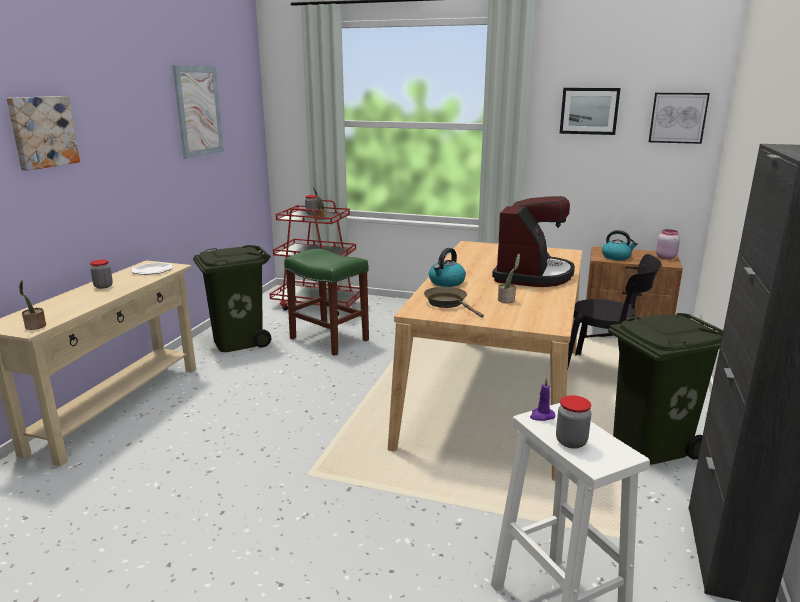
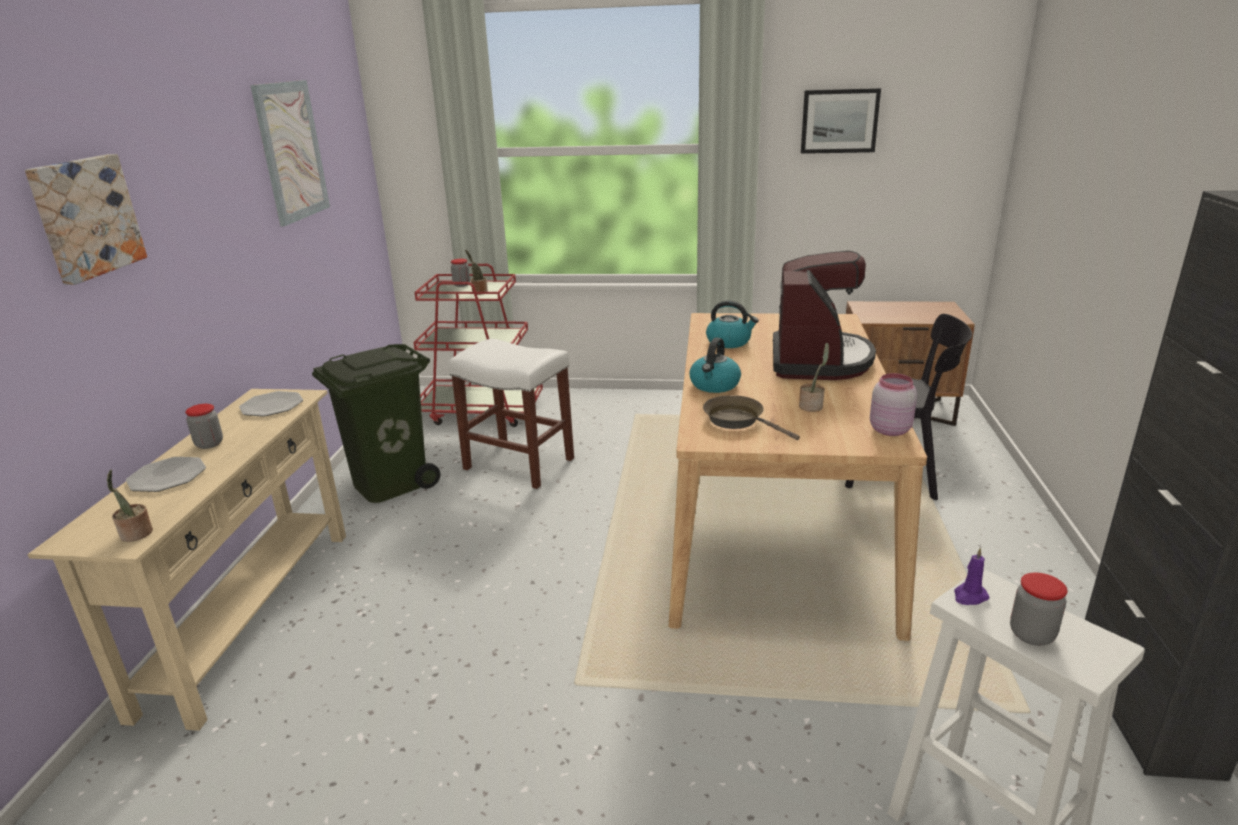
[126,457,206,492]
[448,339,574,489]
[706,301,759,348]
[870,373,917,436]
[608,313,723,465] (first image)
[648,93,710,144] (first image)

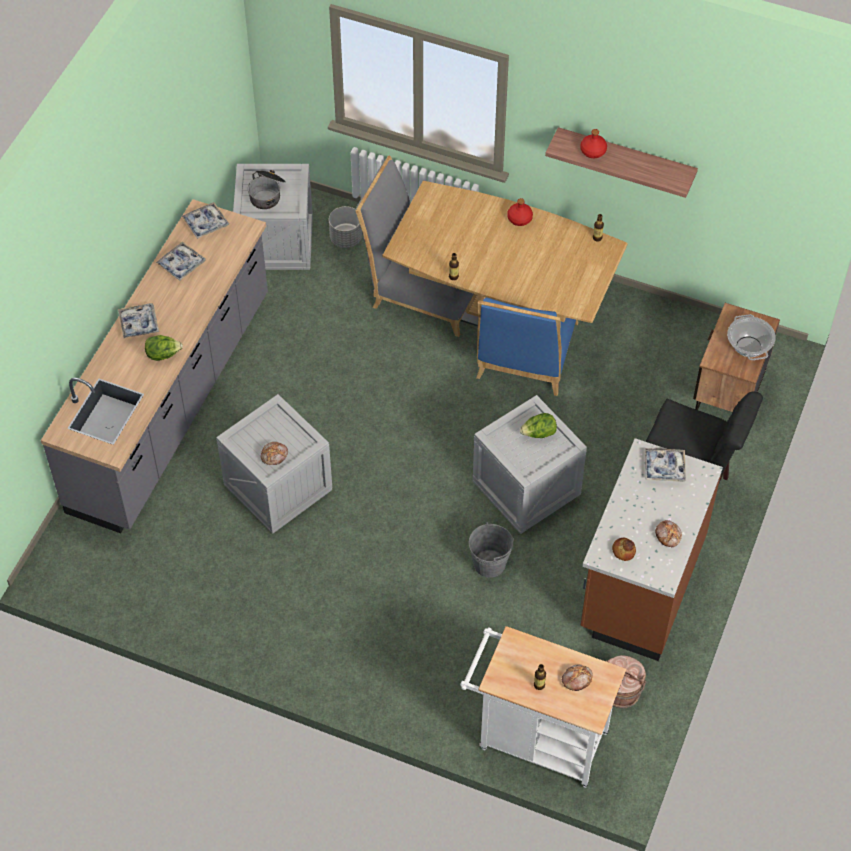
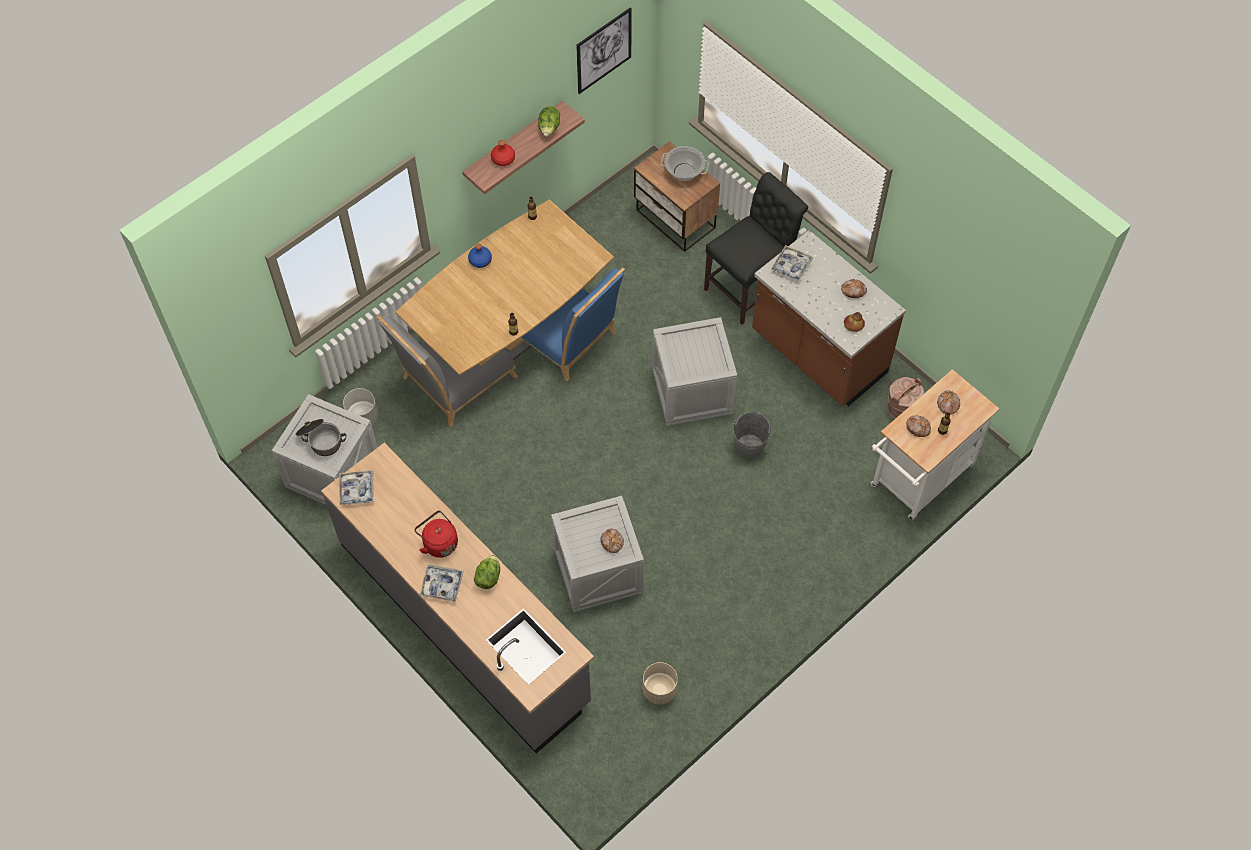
[414,511,458,558]
[468,243,492,268]
[538,106,560,137]
[576,7,632,94]
[643,662,678,705]
[906,415,931,437]
[156,241,206,281] (first image)

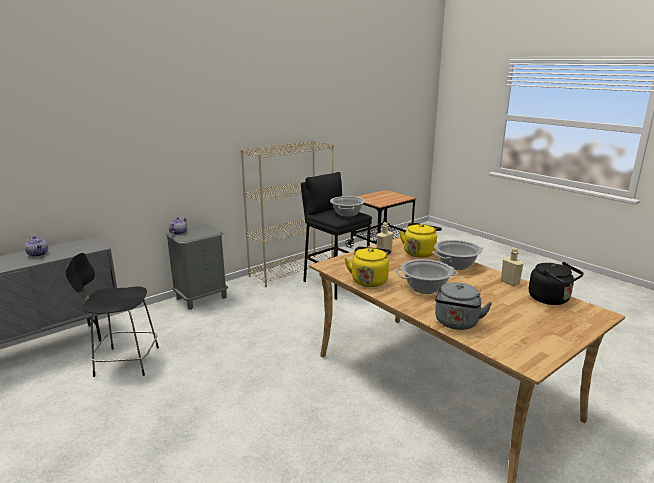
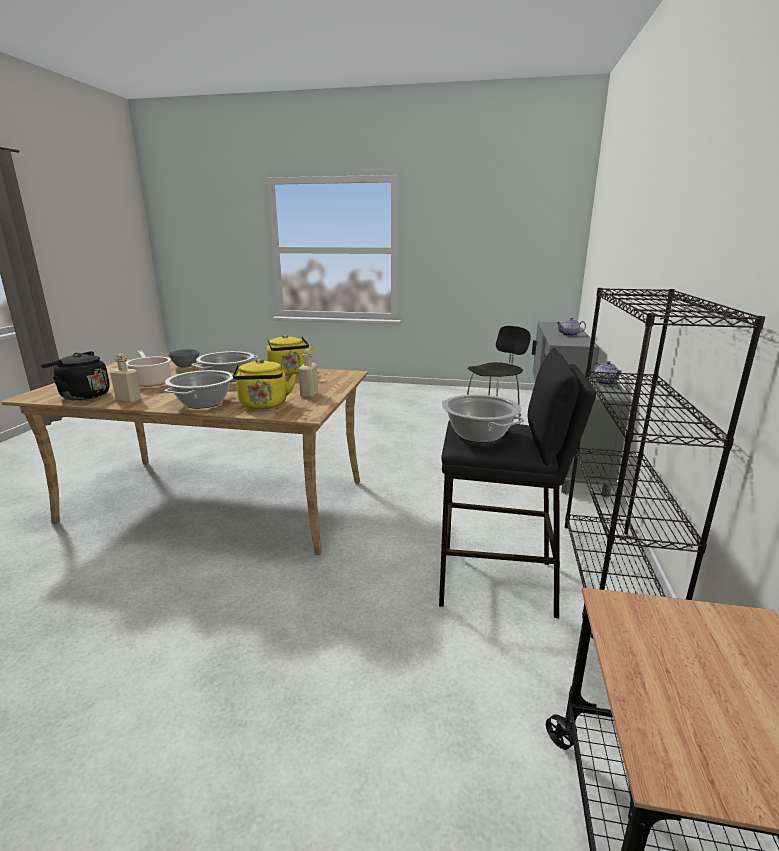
[126,351,172,387]
[168,349,200,368]
[565,288,765,639]

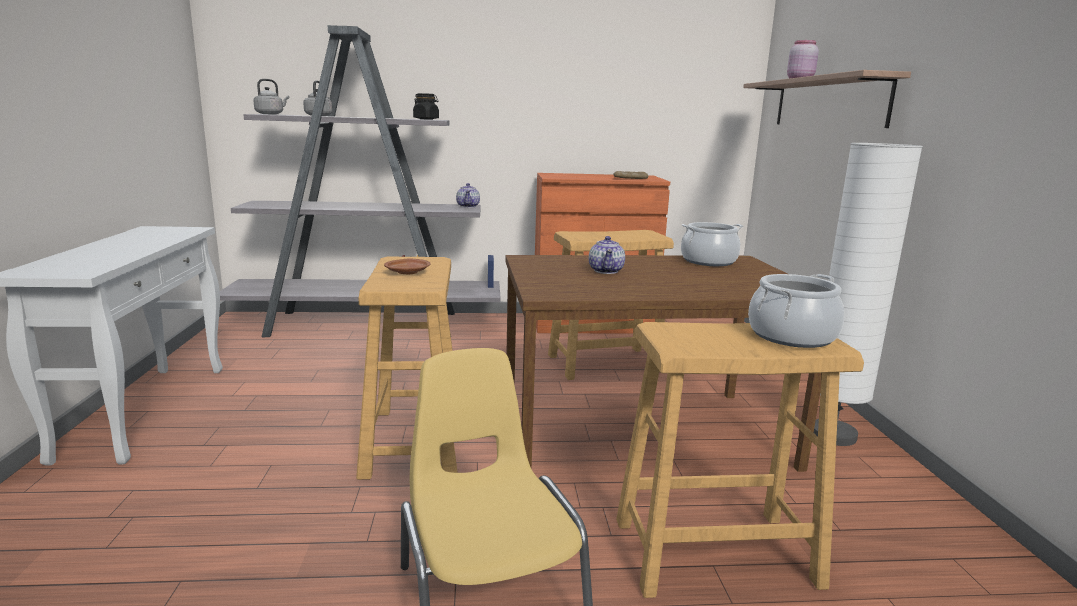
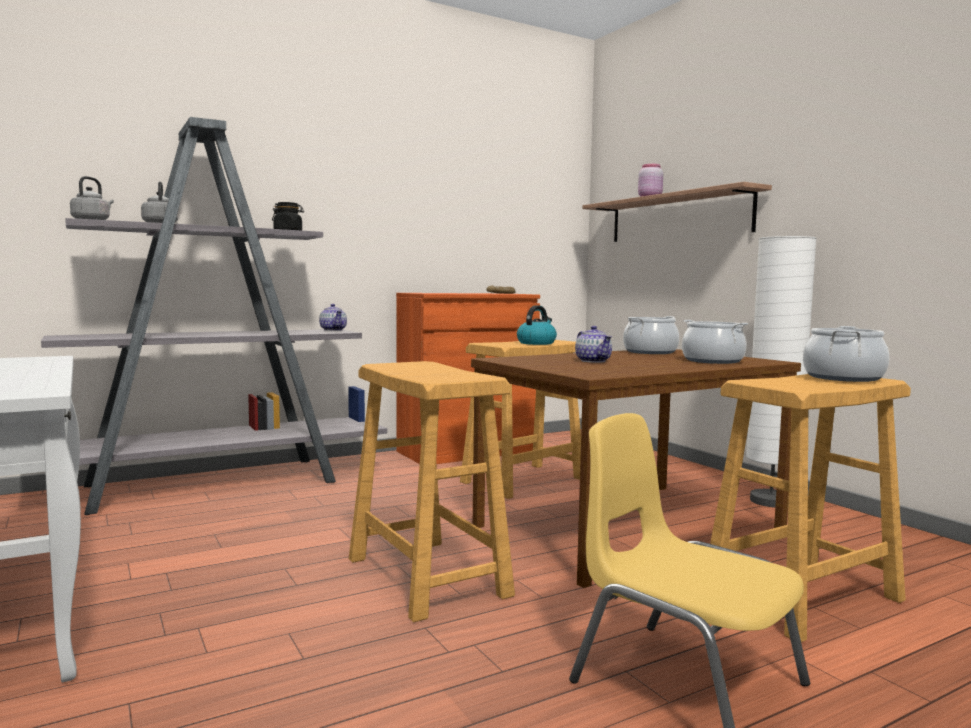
[517,305,557,345]
[682,320,748,364]
[384,258,431,274] (first image)

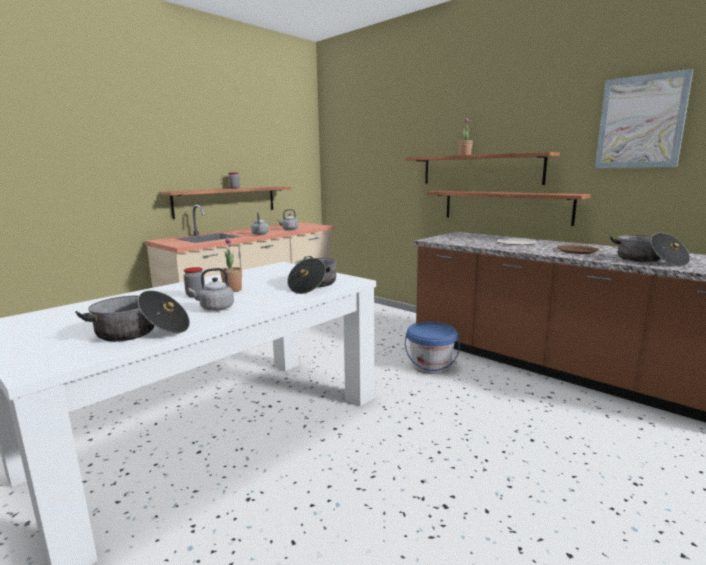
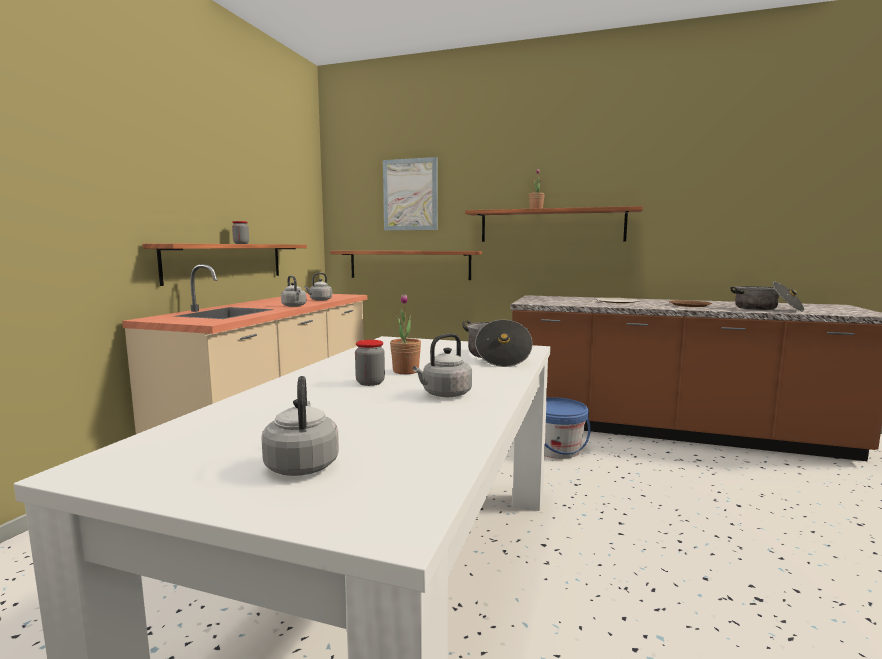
[261,376,339,476]
[330,251,482,280]
[383,157,438,231]
[75,290,190,342] (first image)

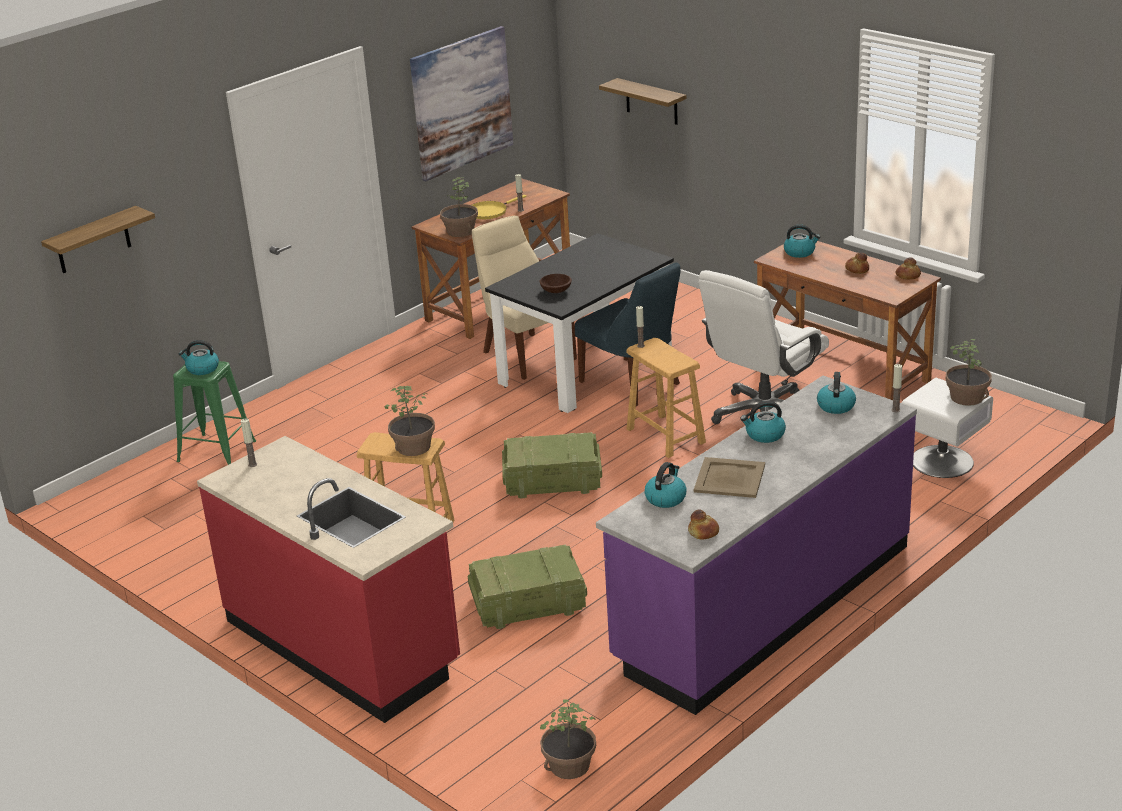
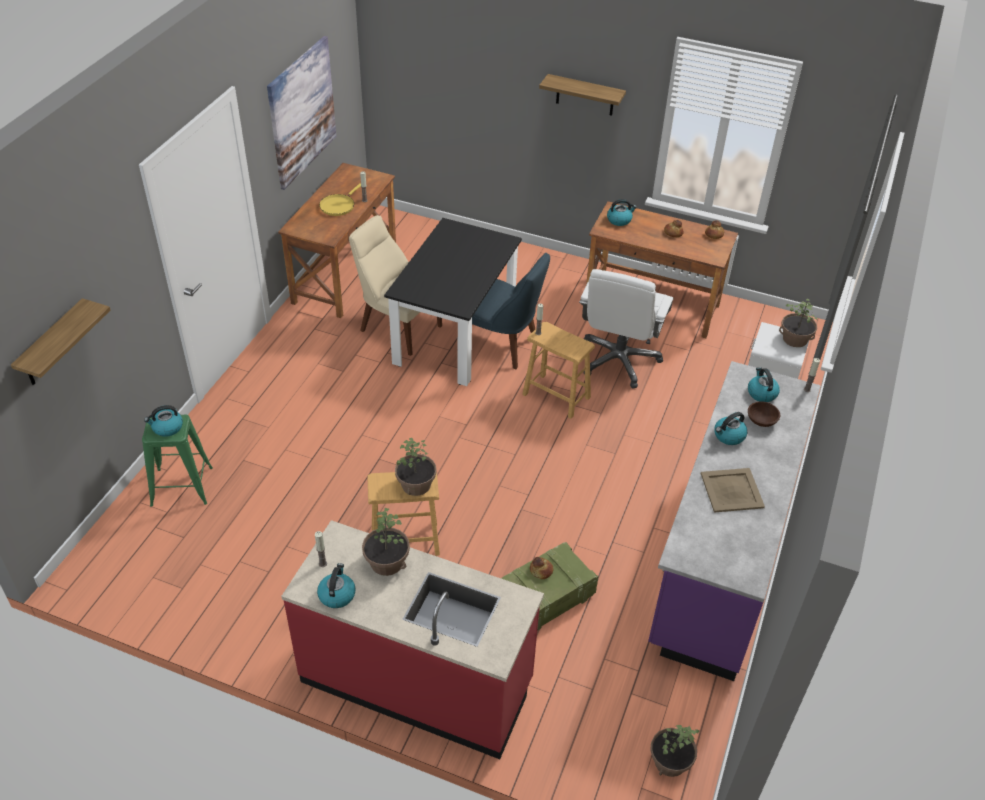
[317,563,356,608]
[362,508,410,576]
[530,557,554,579]
[539,74,626,116]
[748,401,780,427]
[502,432,602,499] (first image)

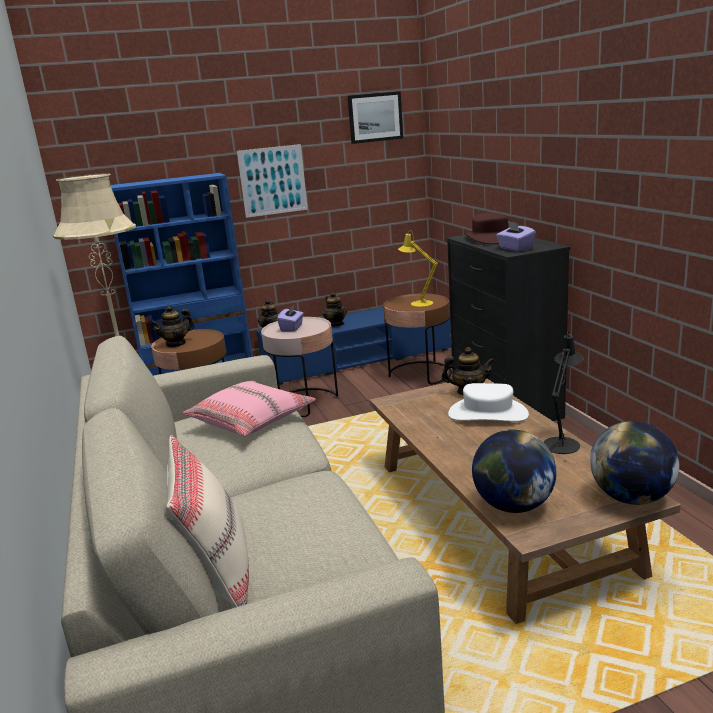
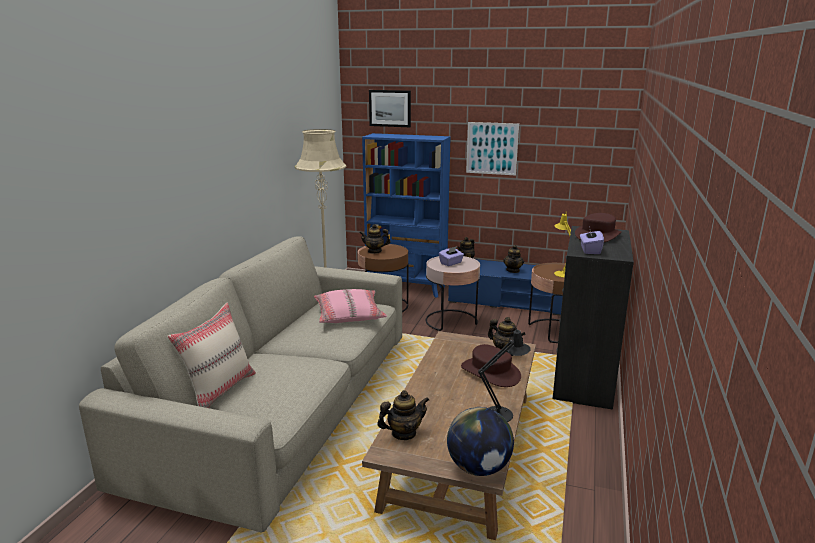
[369,90,411,127]
[377,390,429,440]
[461,344,521,387]

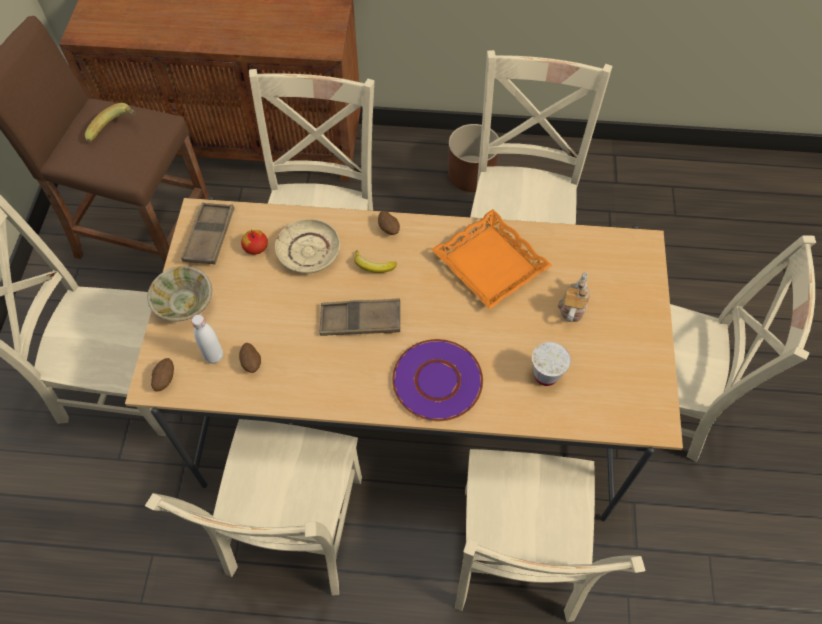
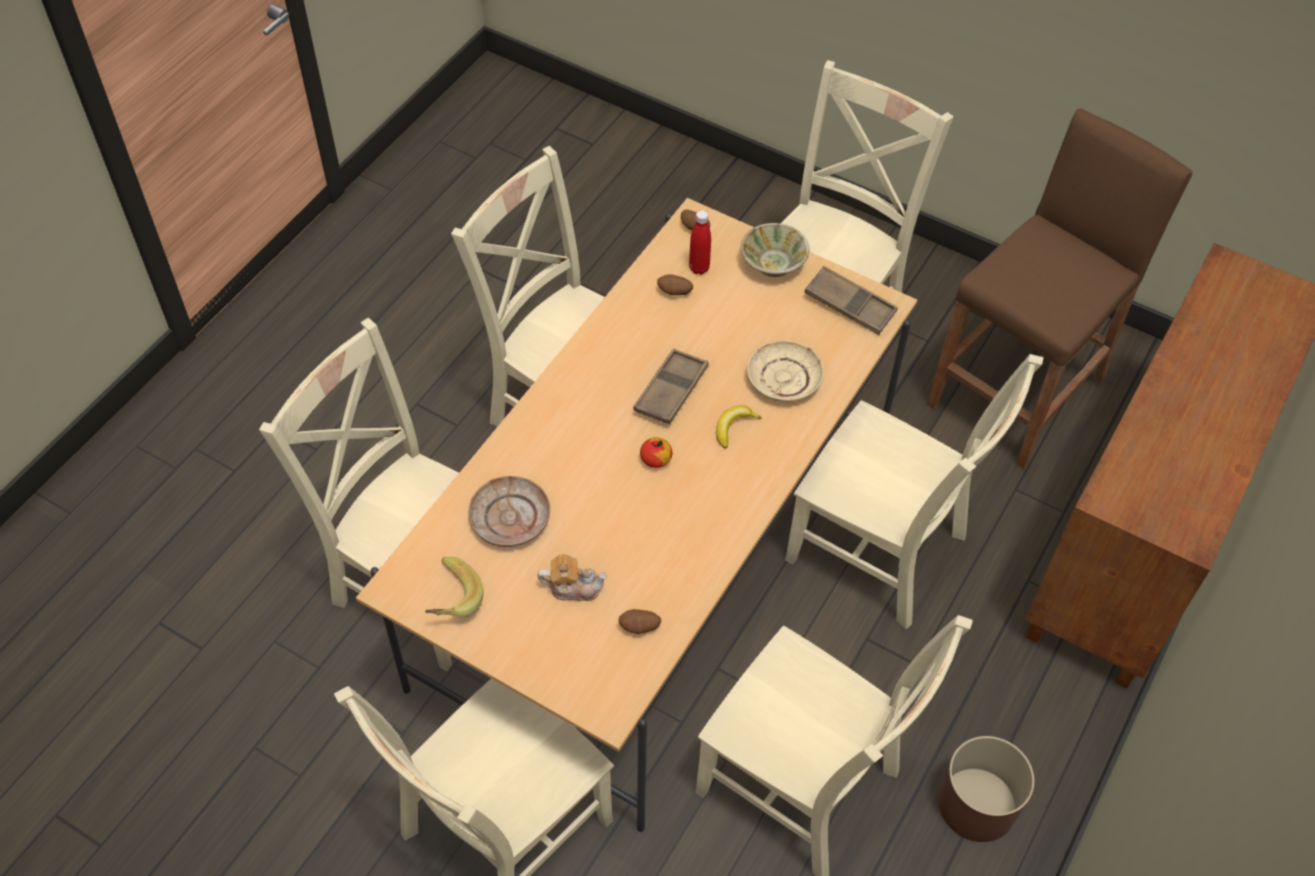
[426,557,483,617]
[468,476,550,547]
[537,553,608,601]
[619,609,661,634]
[640,437,672,468]
[689,210,711,275]
[392,339,483,421] (first image)
[431,209,552,310] (first image)

